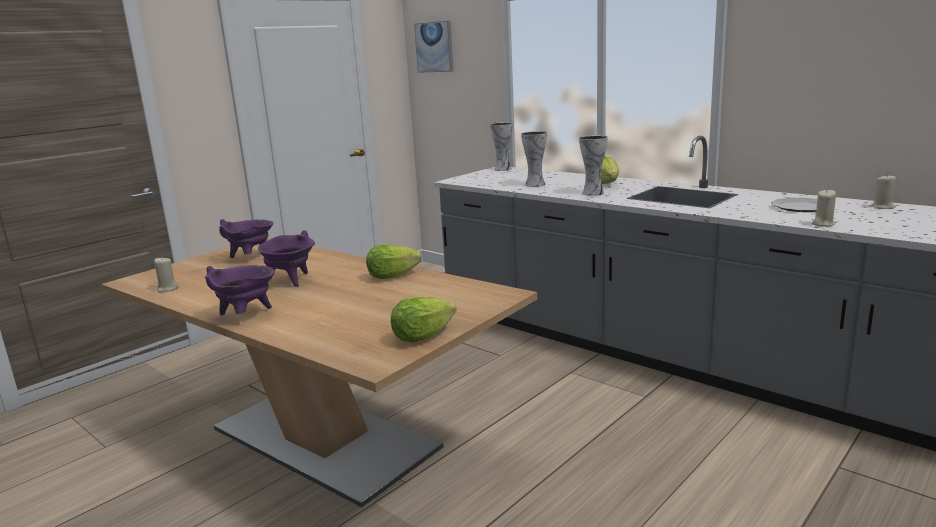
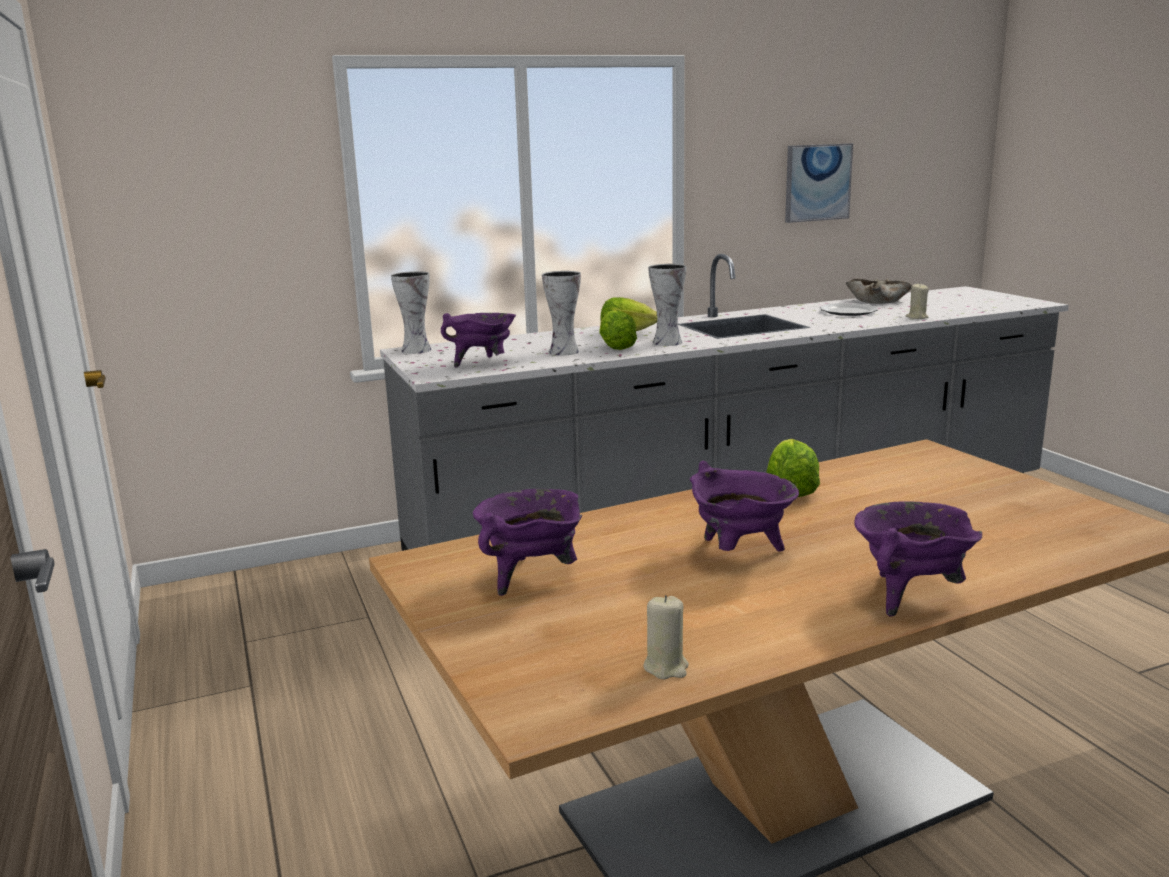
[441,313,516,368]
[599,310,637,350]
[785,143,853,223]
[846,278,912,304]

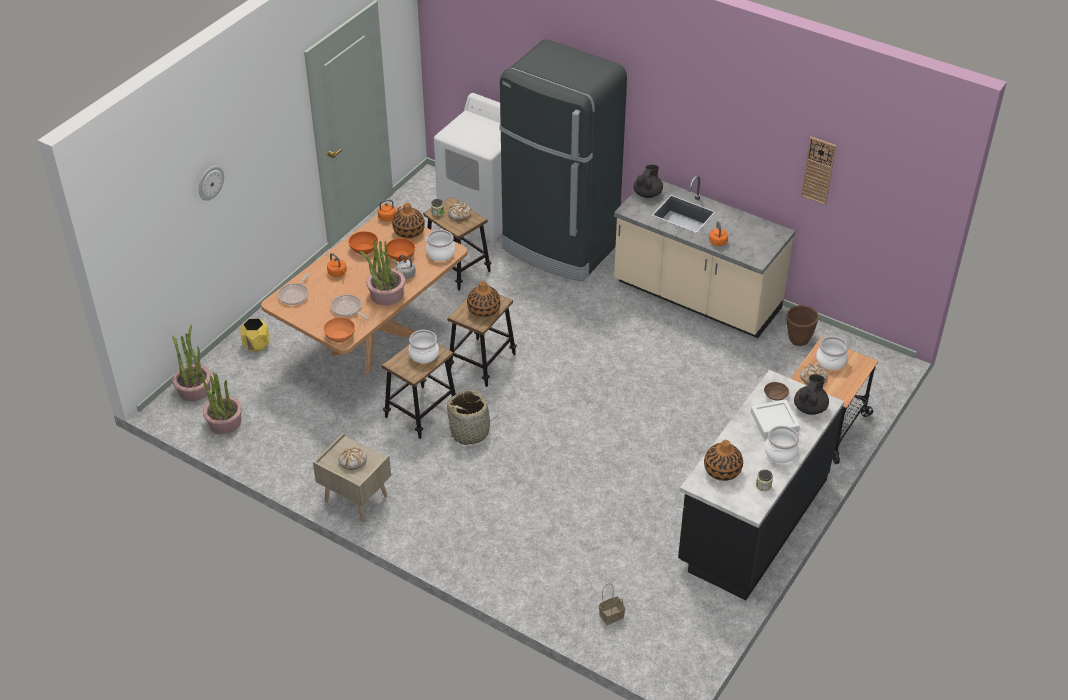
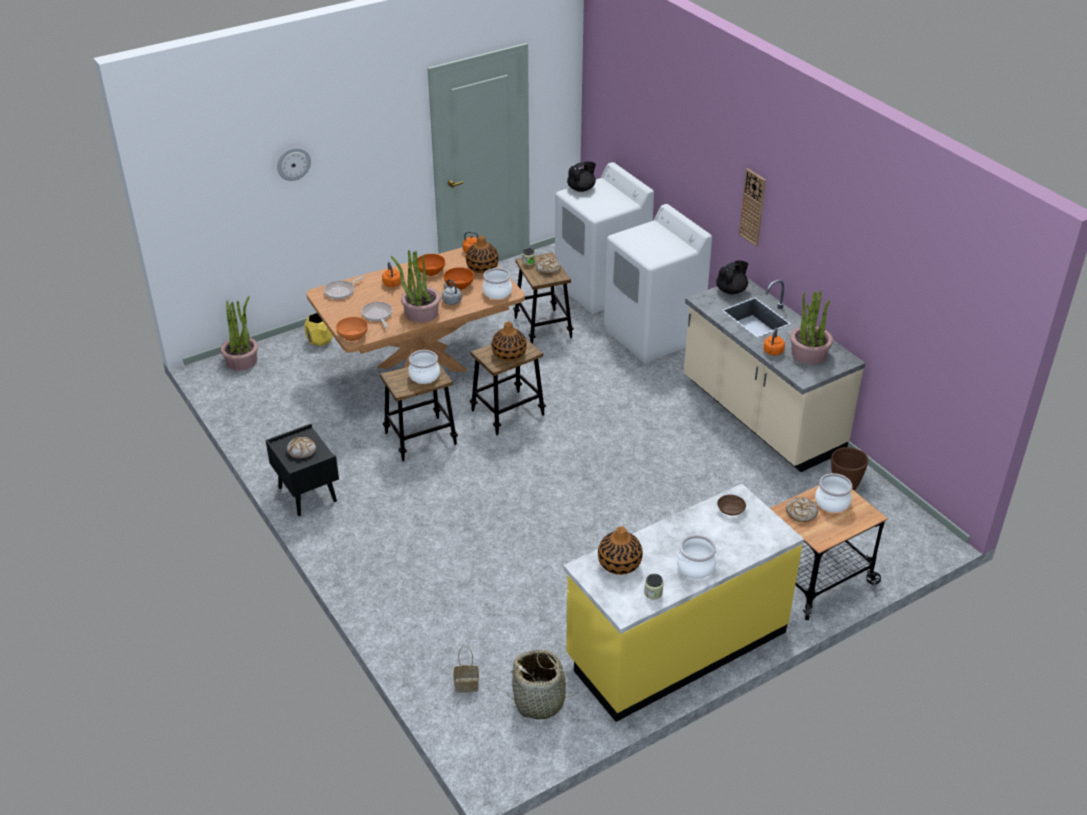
[265,424,339,516]
[507,650,578,719]
[563,484,804,722]
[567,161,596,192]
[604,204,712,363]
[739,168,766,247]
[790,290,833,364]
[751,400,800,438] (first image)

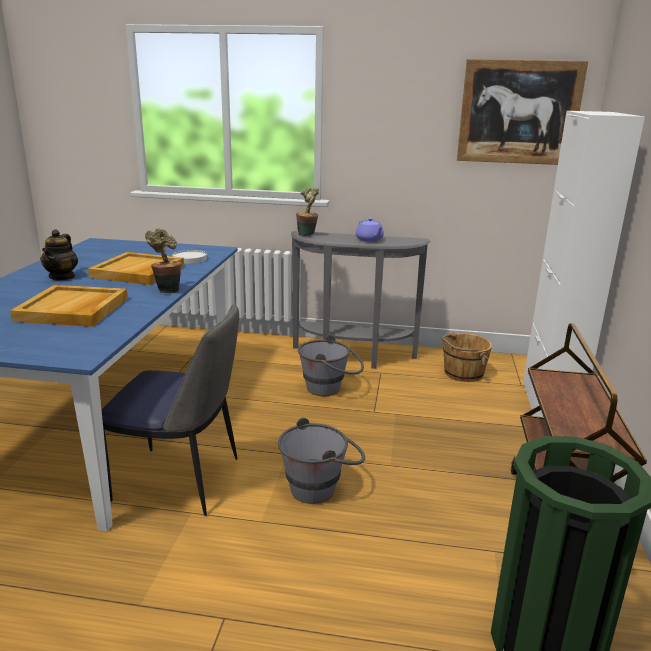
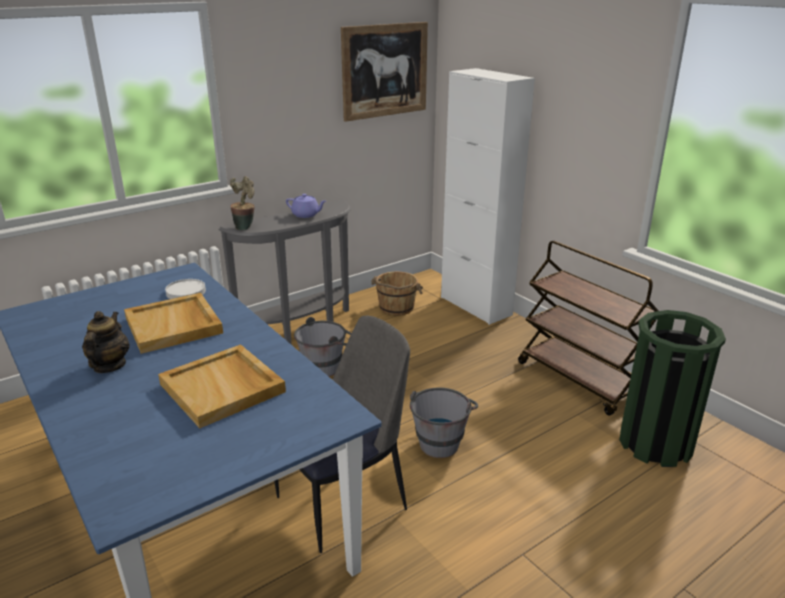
[82,311,130,373]
[145,228,181,294] (first image)

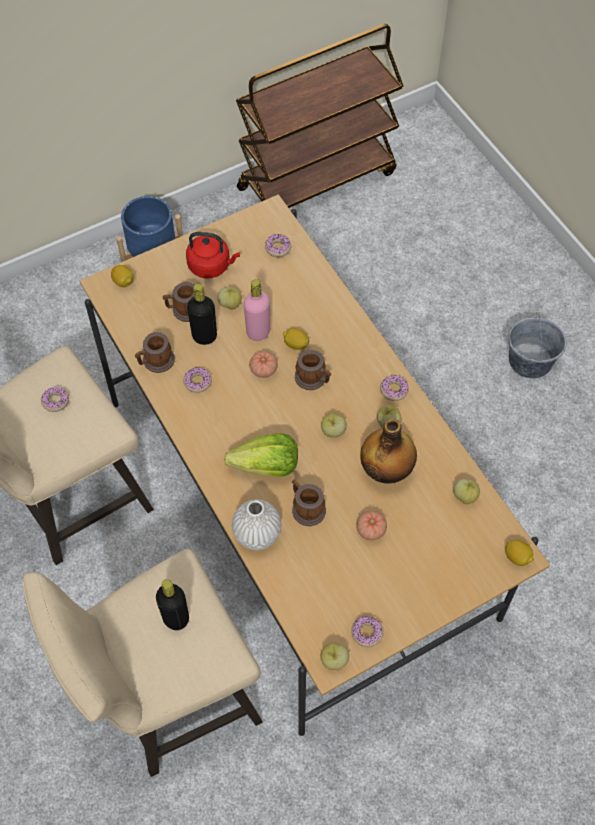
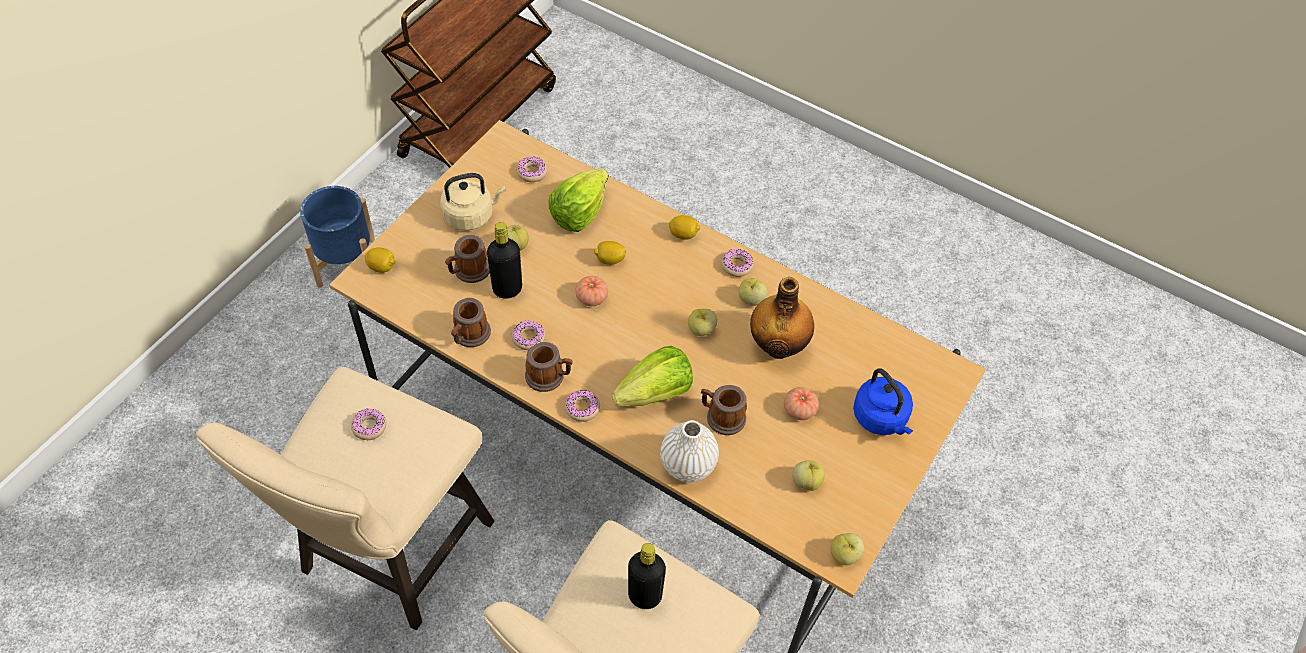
[440,173,506,231]
[525,342,572,392]
[548,168,608,232]
[565,390,600,422]
[669,215,700,240]
[792,460,825,491]
[853,368,913,435]
[244,279,270,341] (first image)
[508,312,567,379] (first image)

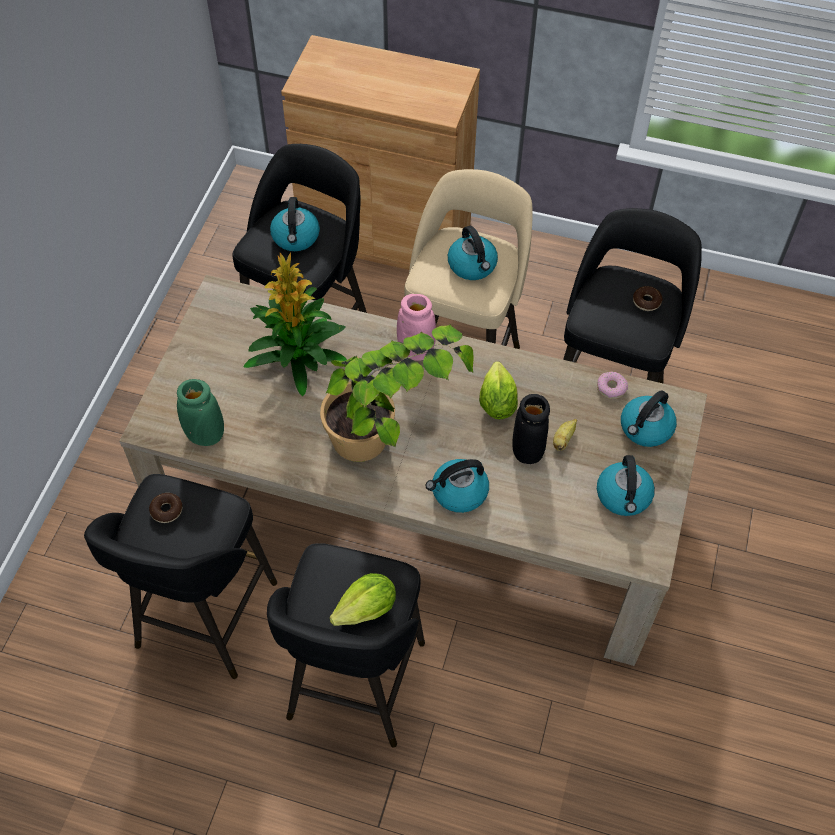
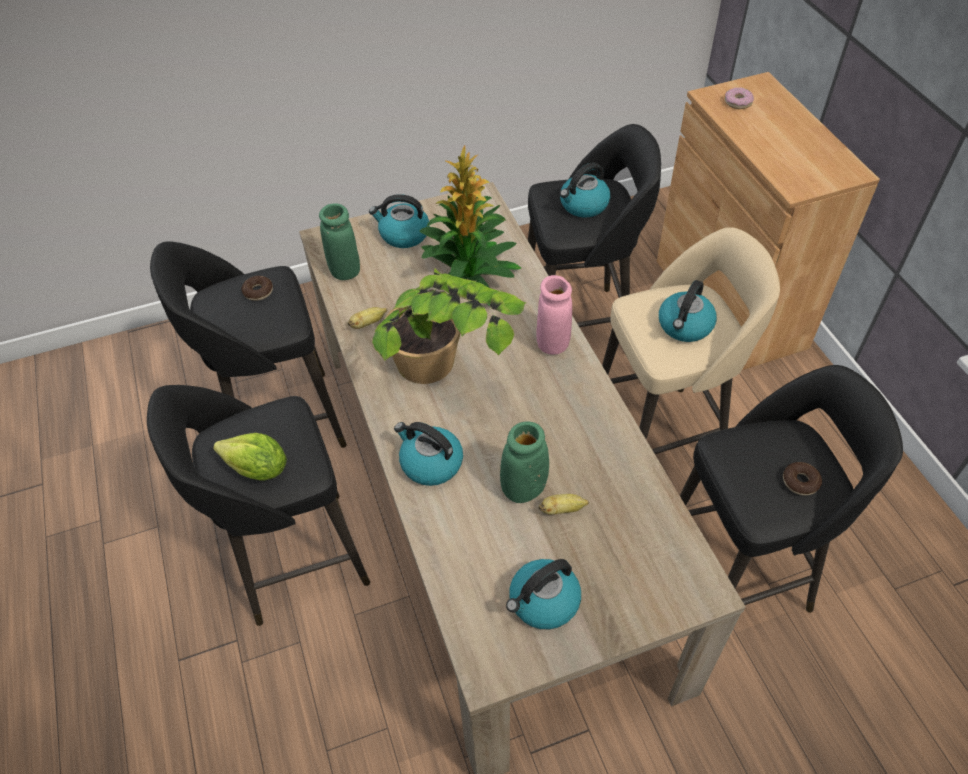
[348,307,387,329]
[369,194,430,248]
[500,421,549,503]
[725,87,754,109]
[479,361,518,419] (first image)

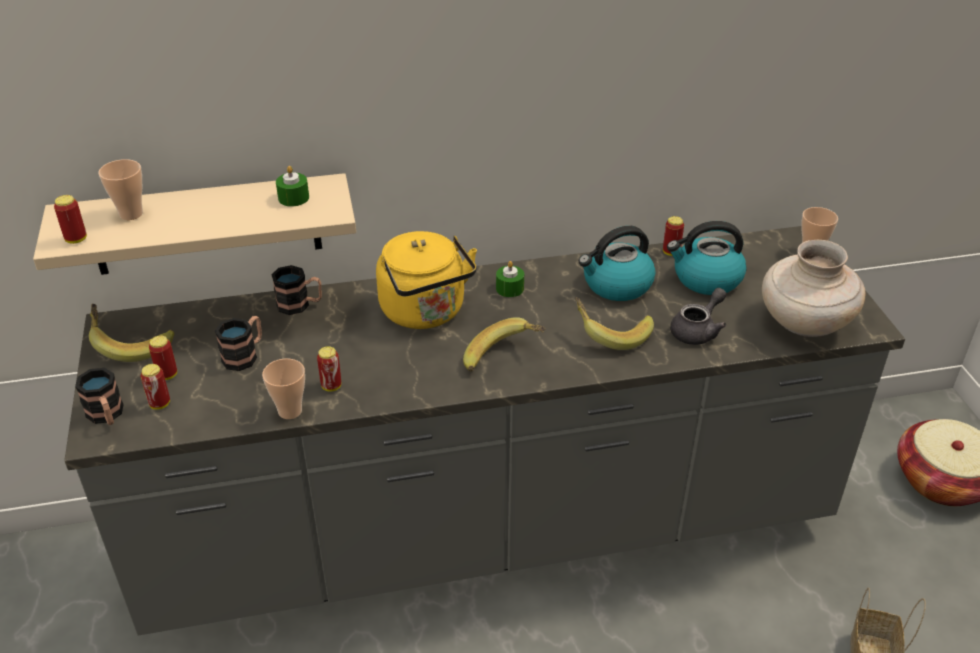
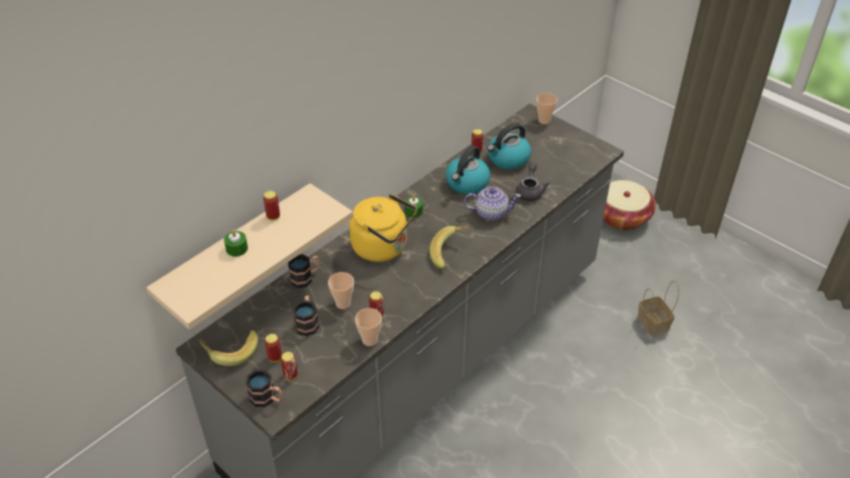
[224,230,248,257]
[263,191,280,221]
[328,272,354,309]
[464,187,521,221]
[762,240,865,337] (first image)

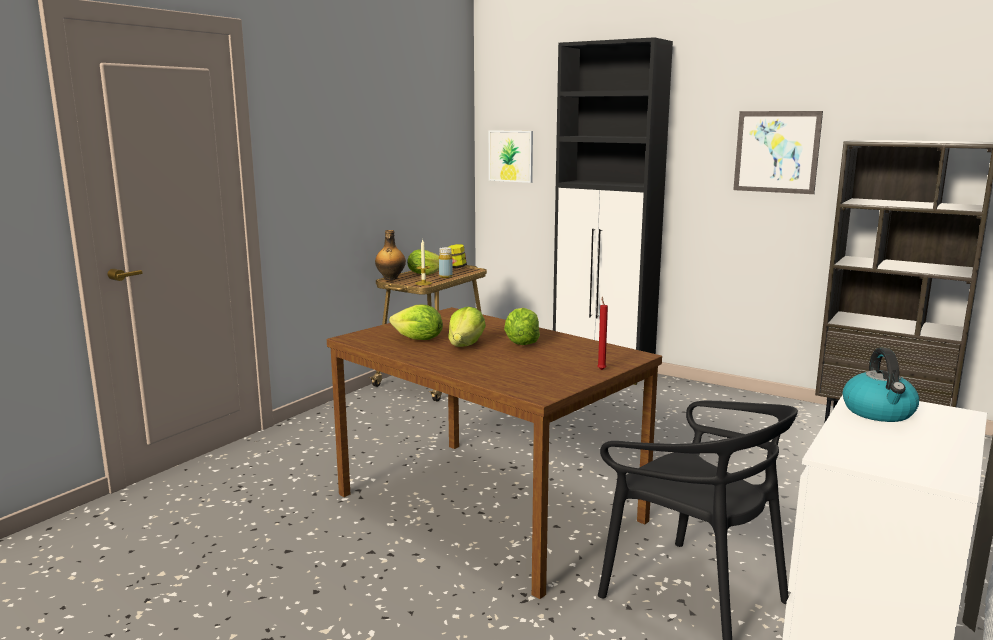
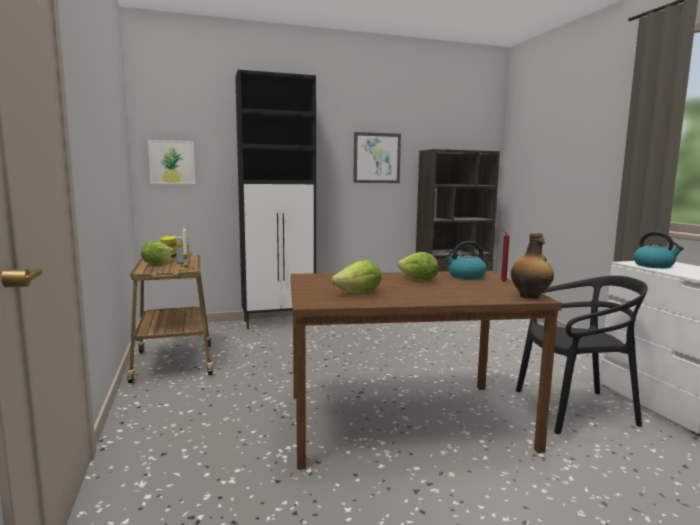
[444,241,487,279]
[511,233,554,299]
[448,307,486,347] (first image)

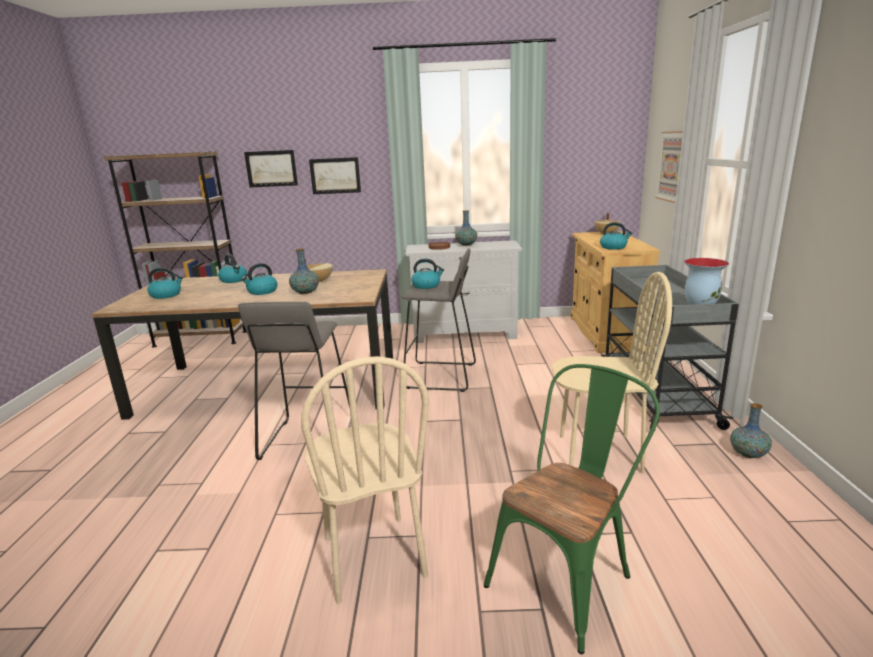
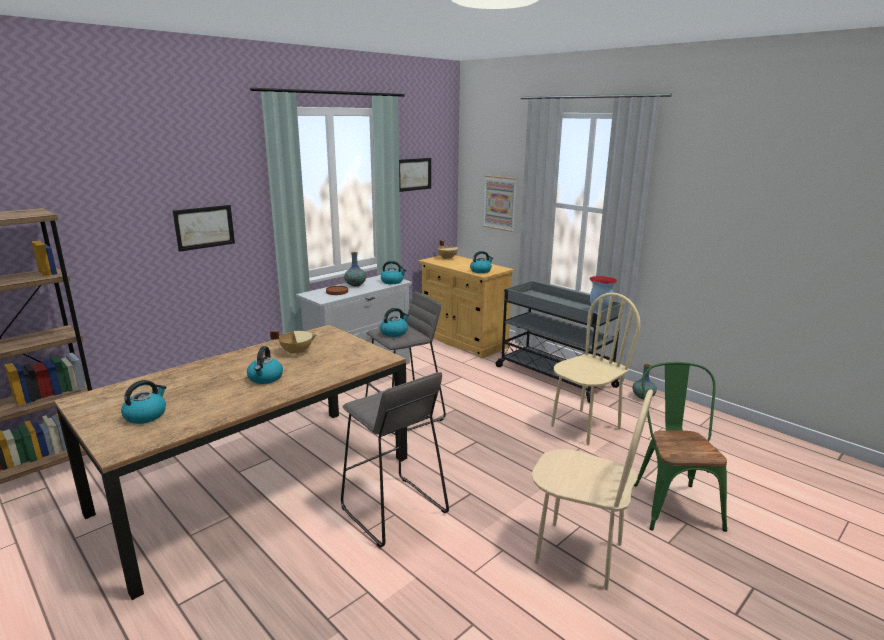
[381,261,407,284]
[399,158,431,192]
[289,249,319,294] (first image)

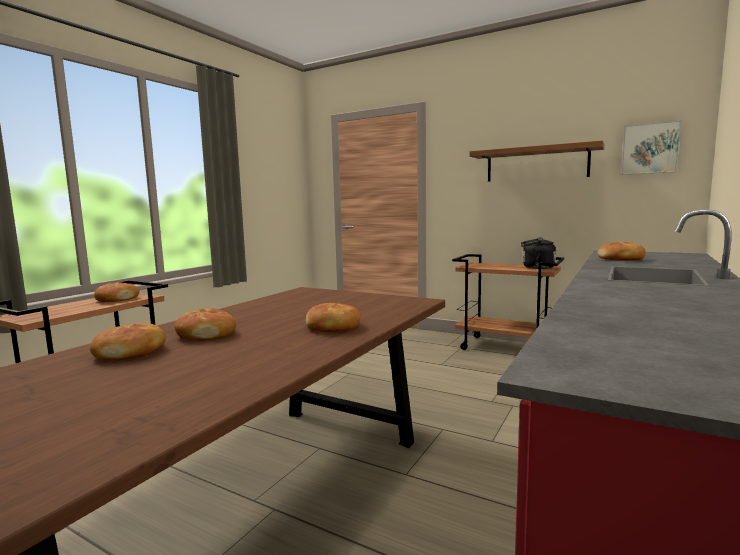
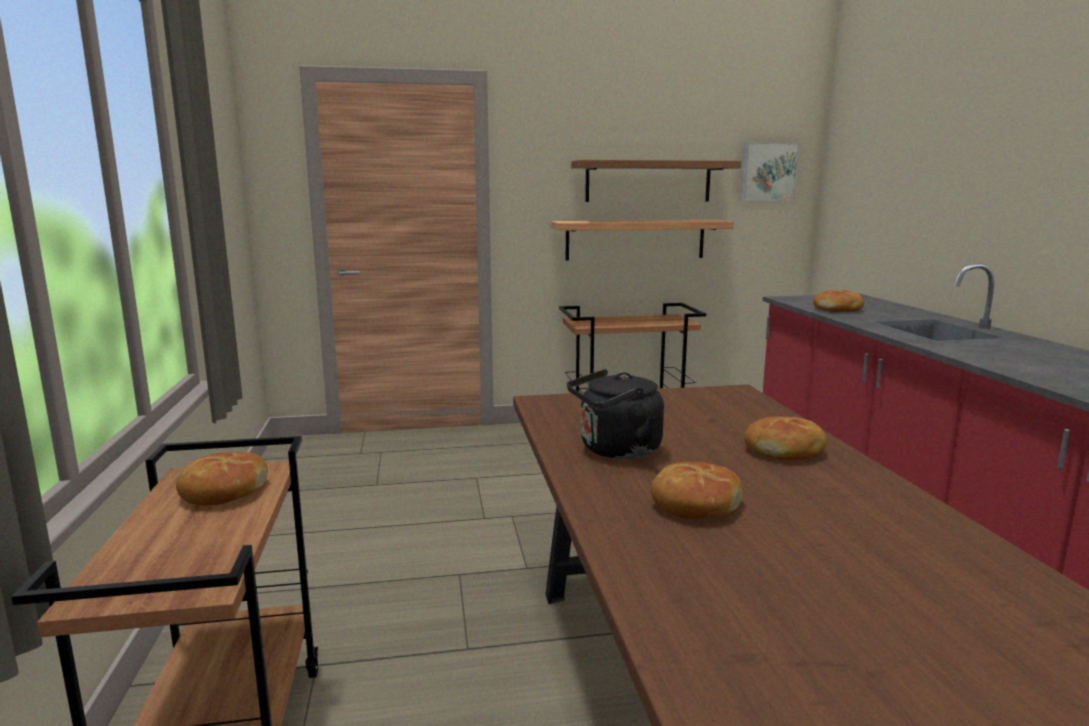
[551,220,734,261]
[567,369,664,459]
[90,323,166,360] (first image)

